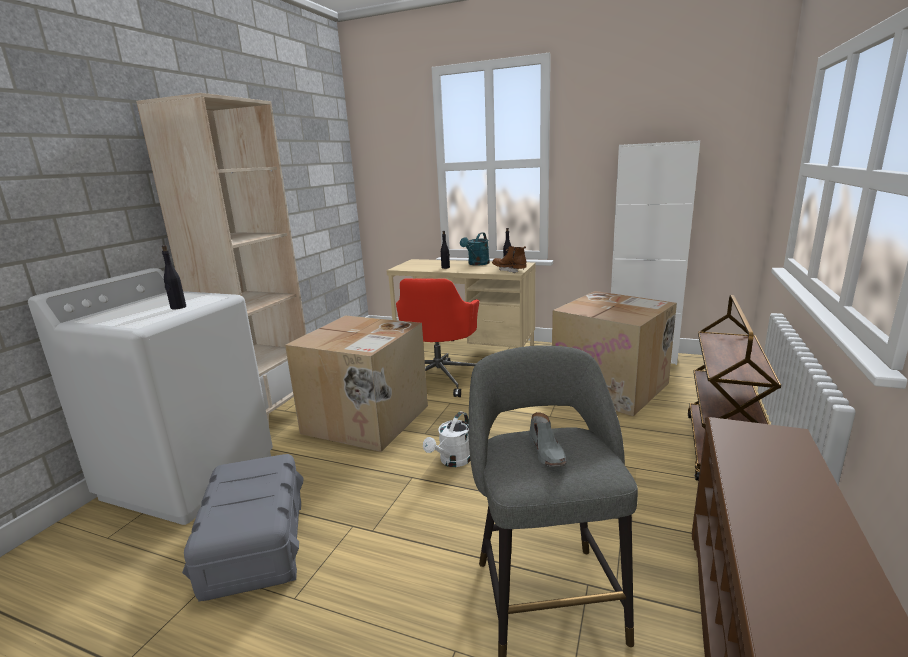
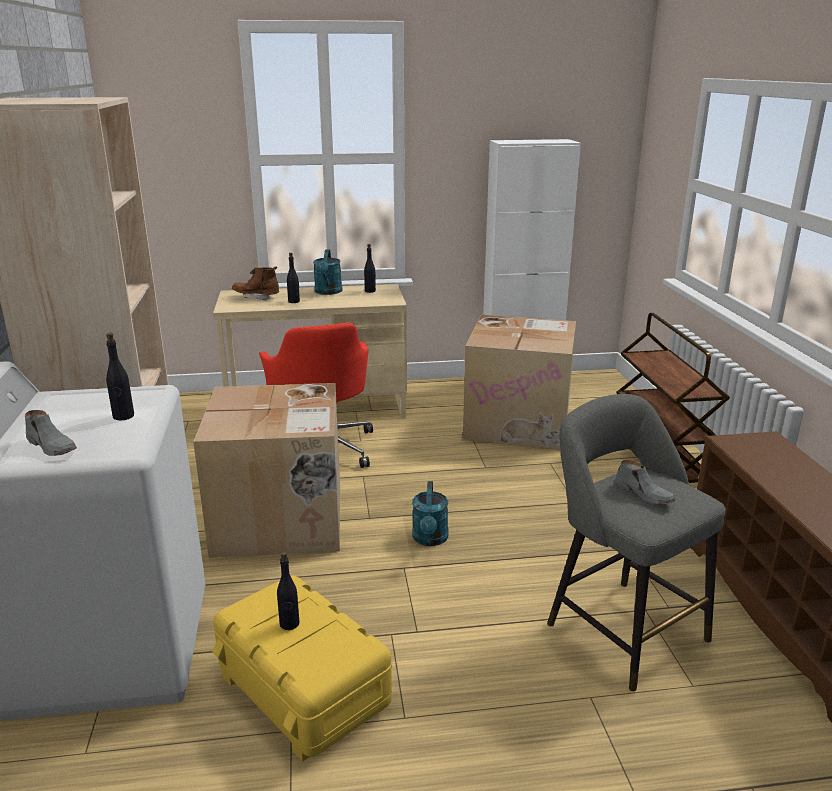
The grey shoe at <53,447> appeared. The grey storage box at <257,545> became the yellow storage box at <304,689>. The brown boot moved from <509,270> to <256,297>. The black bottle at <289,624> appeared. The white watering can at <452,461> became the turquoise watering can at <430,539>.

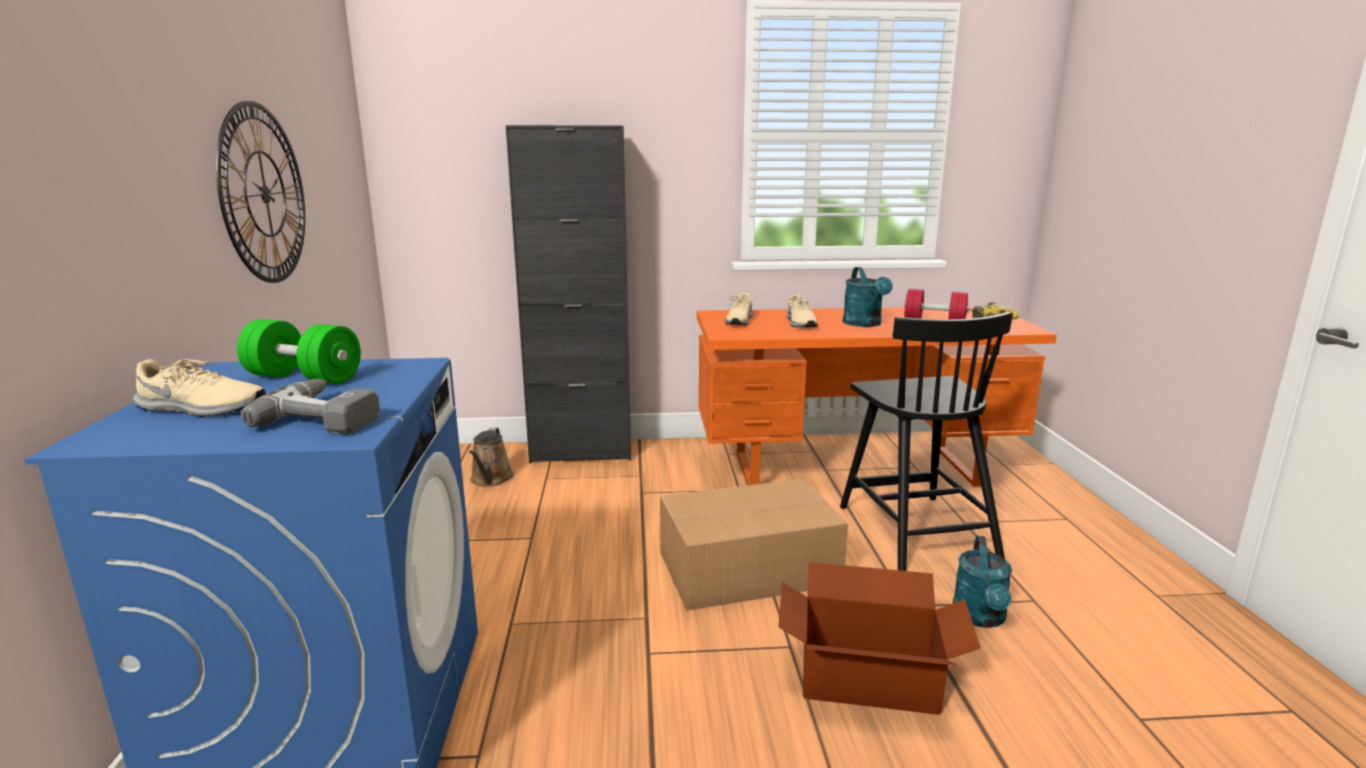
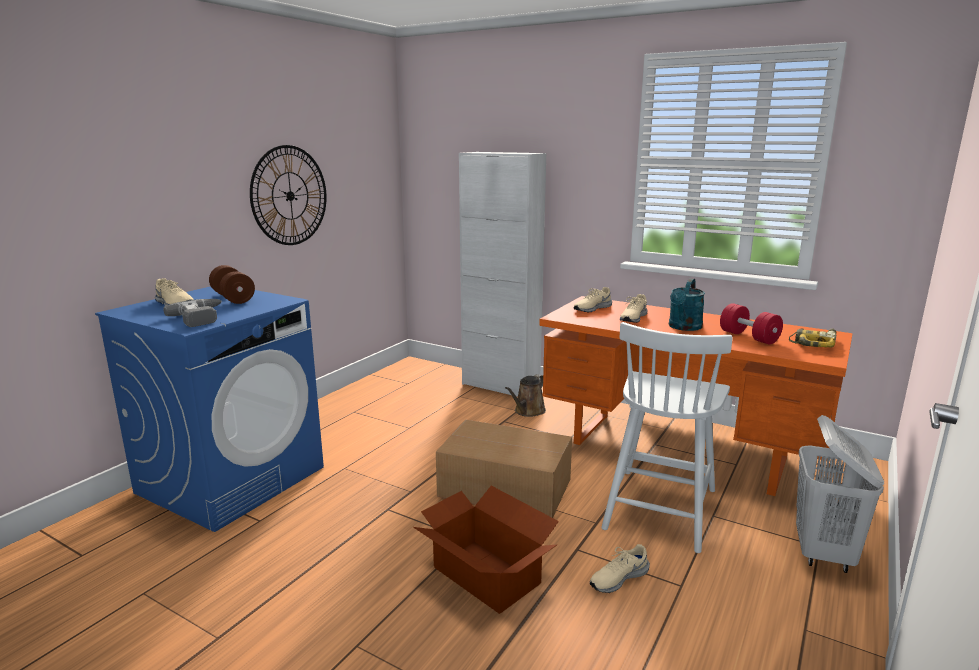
The green dumbbell at <304,378> became the brown dumbbell at <233,298>. The black cabinet at <581,452> became the white cabinet at <500,386>. The brown watering can moved from <490,479> to <528,411>. The turquoise watering can at <980,618> was replaced by the beige shoe at <618,578>. The black chair at <915,531> became the white chair at <660,507>. The white laundry basket at <823,553> appeared.

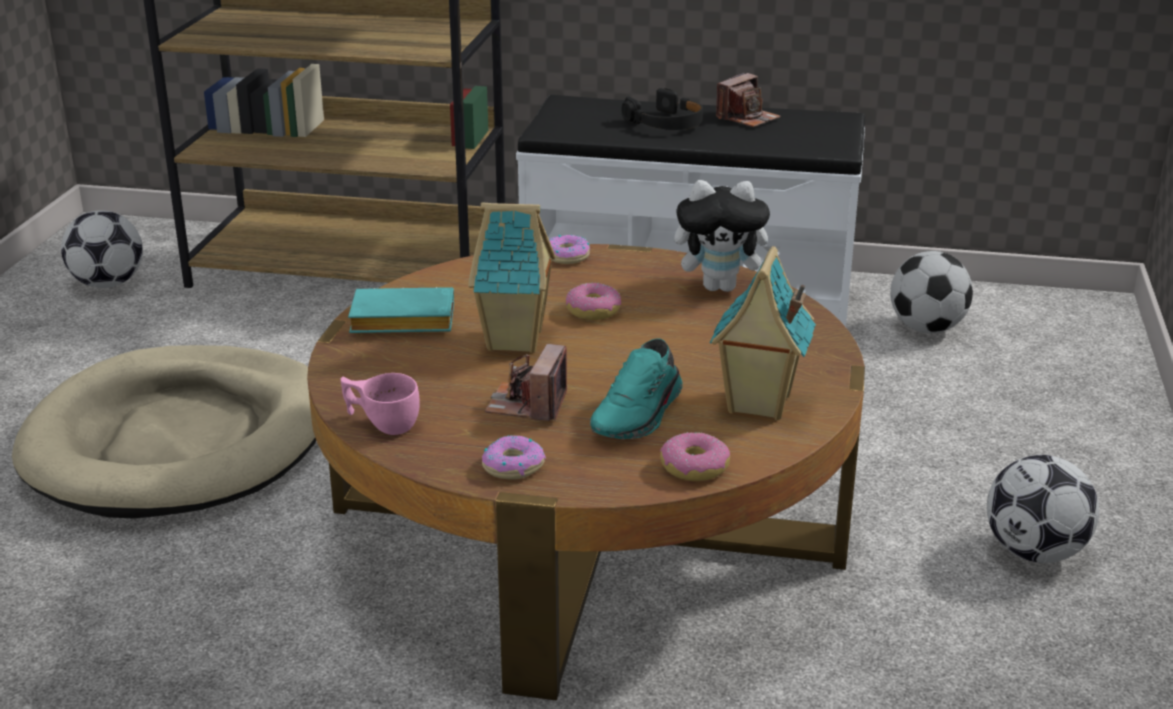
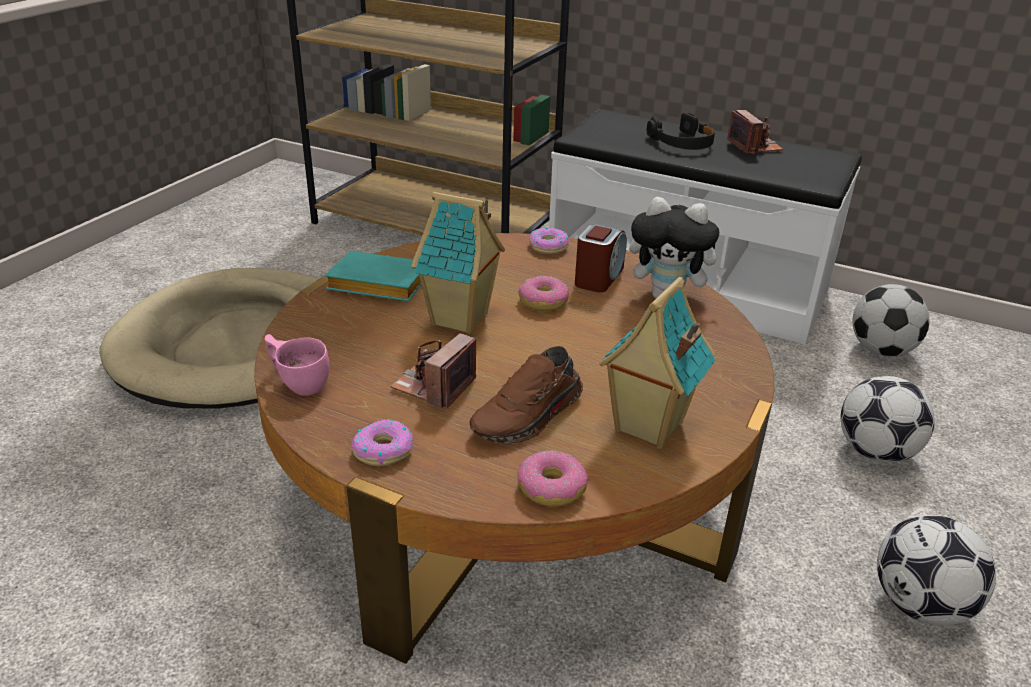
The turquoise shoe at <640,414> became the brown shoe at <529,416>. The alarm clock at <598,277> appeared. The photo camera at <747,118> turned 75 degrees counterclockwise. The football moved from <108,284> to <875,452>.

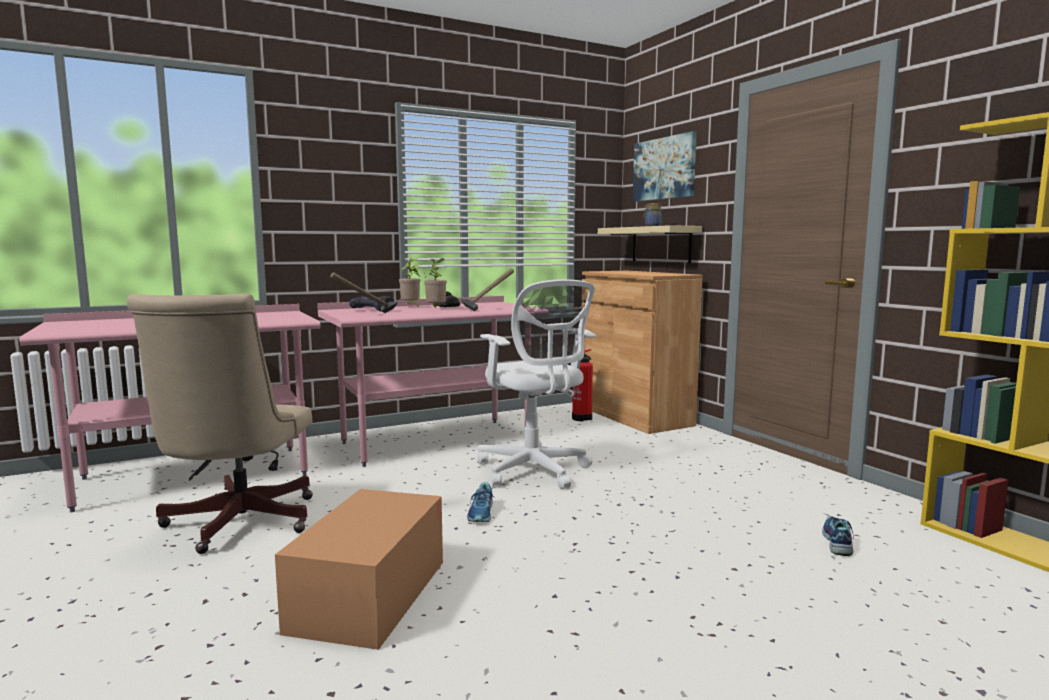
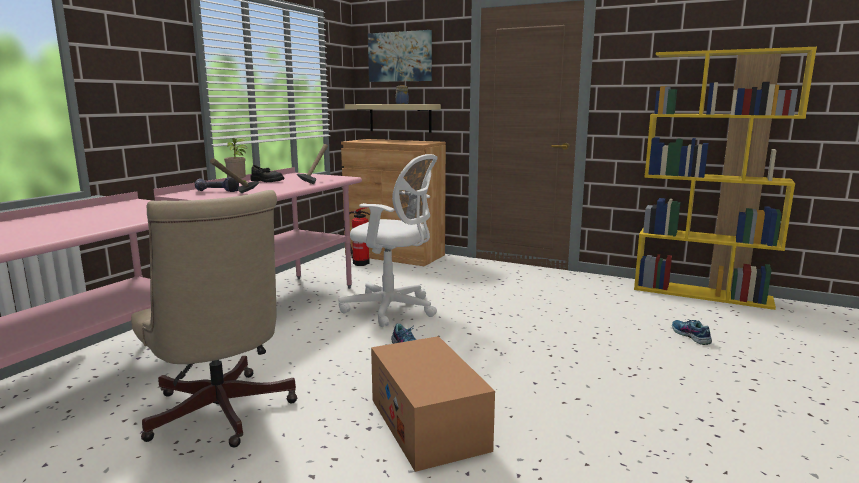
The shoe moved from <836,542> to <690,336>. The potted plant at <436,309> disappeared.

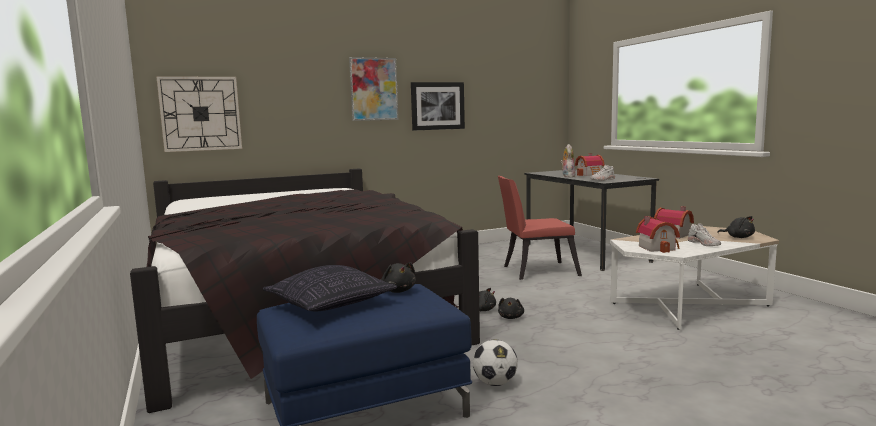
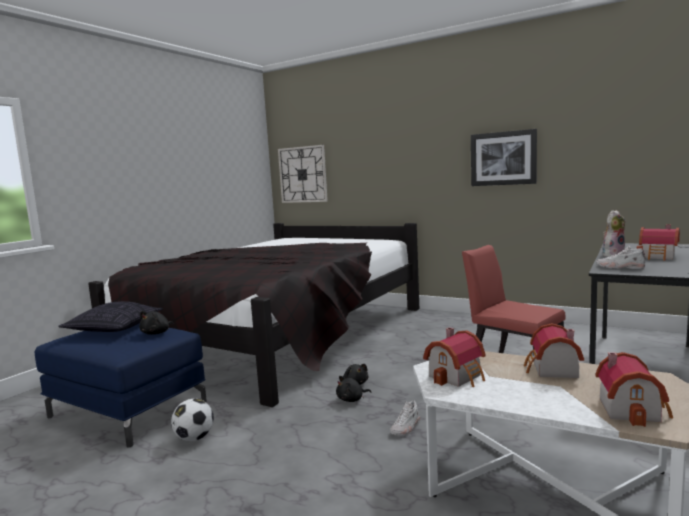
The white shoe moved from <704,243> to <406,428>. The black plush toy at <738,237> was replaced by the toy house at <632,409>. The picture at <373,89> disappeared.

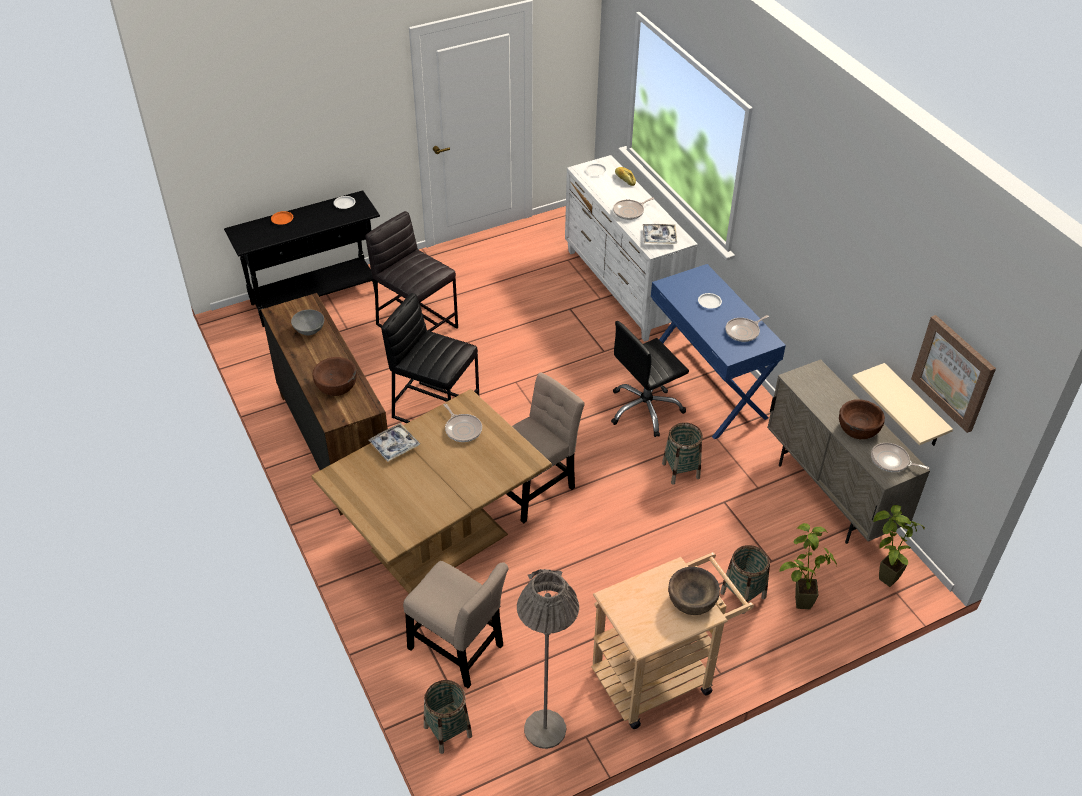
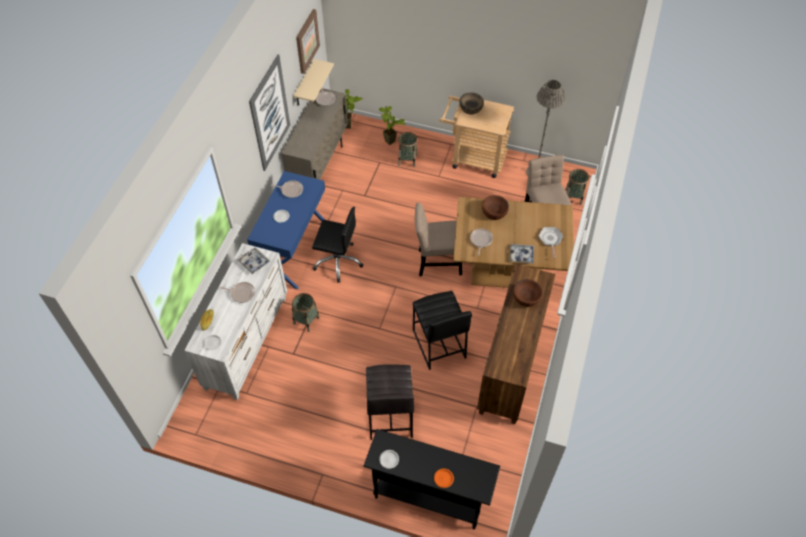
The picture at <270,113> appeared. The basket moved from <680,470> to <306,320>. The brown bowl moved from <858,428> to <494,212>. The frying pan at <550,240> appeared. The grey bowl at <309,330> disappeared.

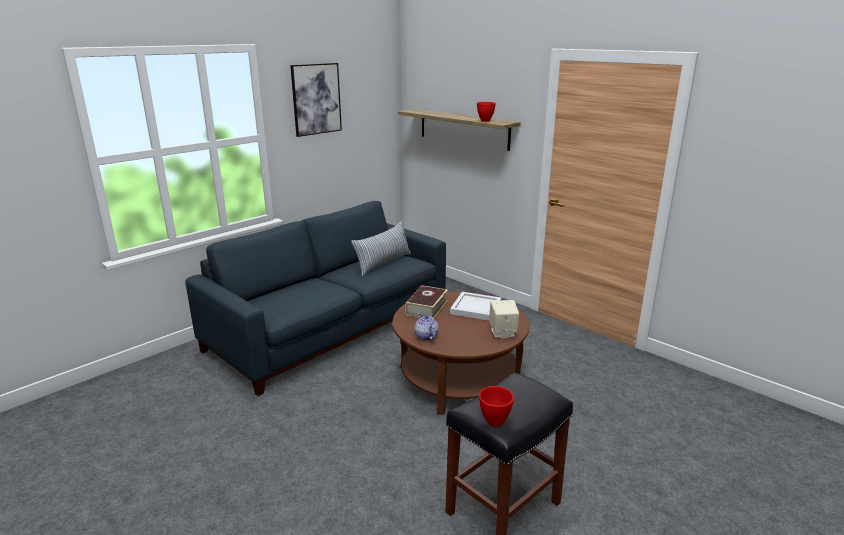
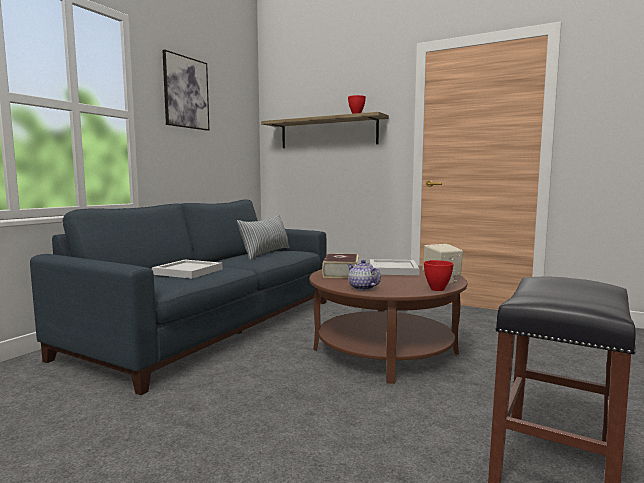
The white tray at <188,272> appeared. The red bowl moved from <495,422> to <438,289>.

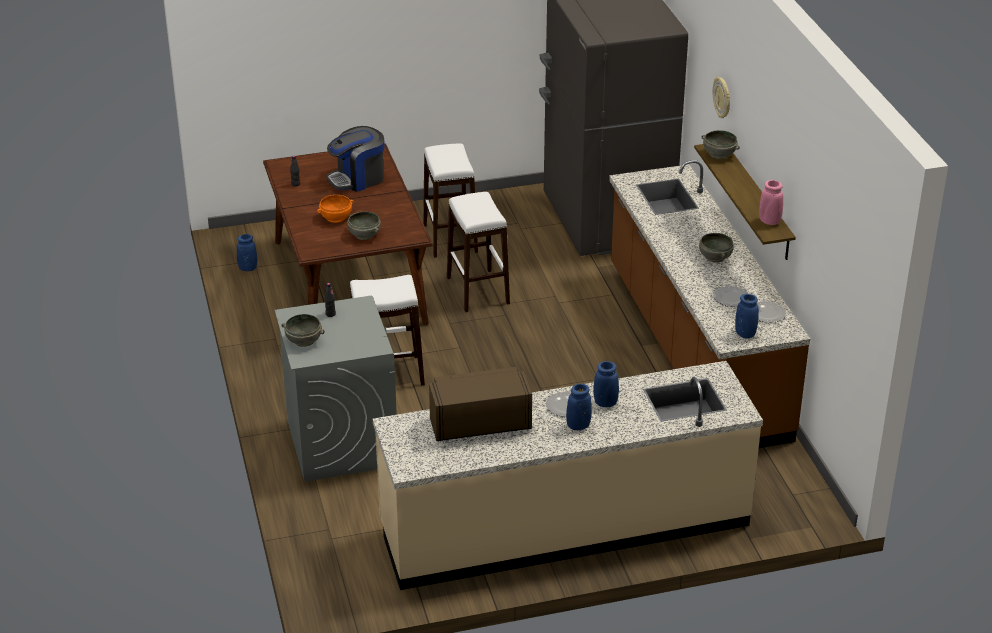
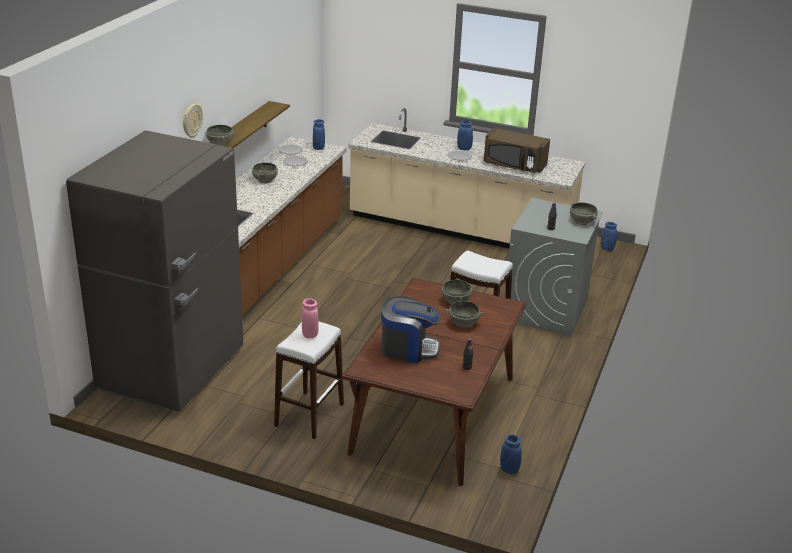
The pink vase moved from <769,221> to <310,334>. The orange bowl at <336,218> became the grey bowl at <463,323>. The blue vase moved from <605,403> to <607,248>. The white stool at <478,290> disappeared.

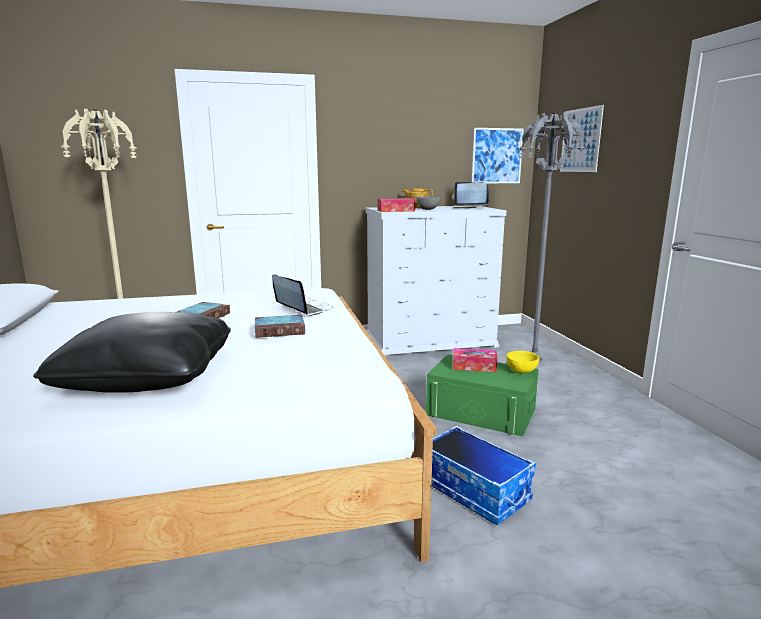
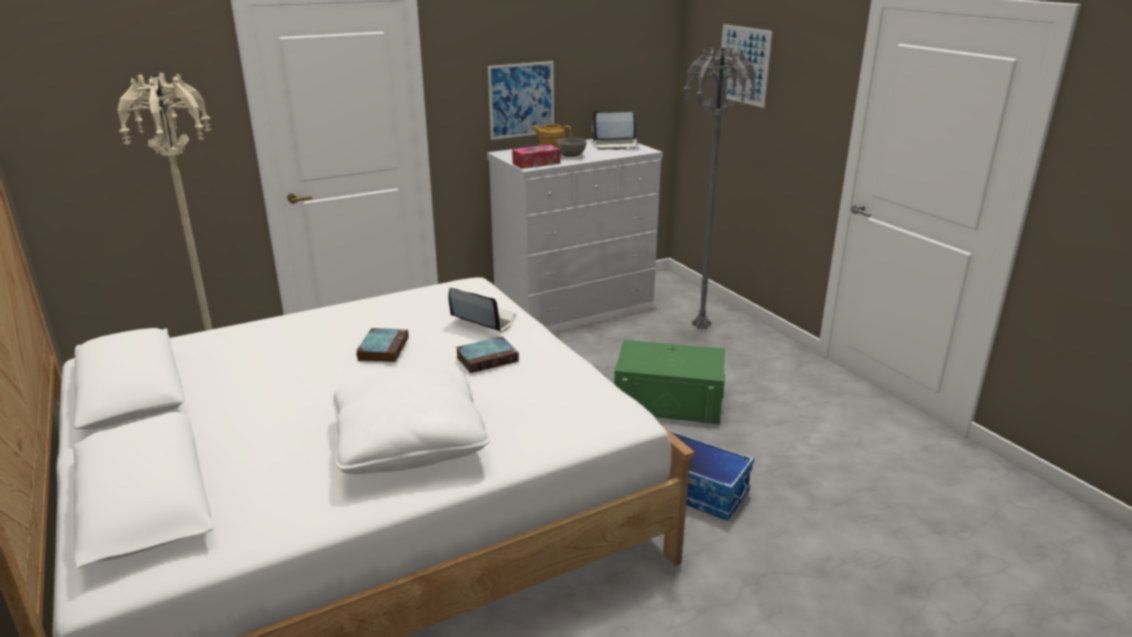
The black pillow at <149,377> became the white pillow at <410,443>. The picture moved from <497,156> to <521,100>. The tissue box at <474,366> disappeared. The yellow bowl at <521,371> disappeared.

